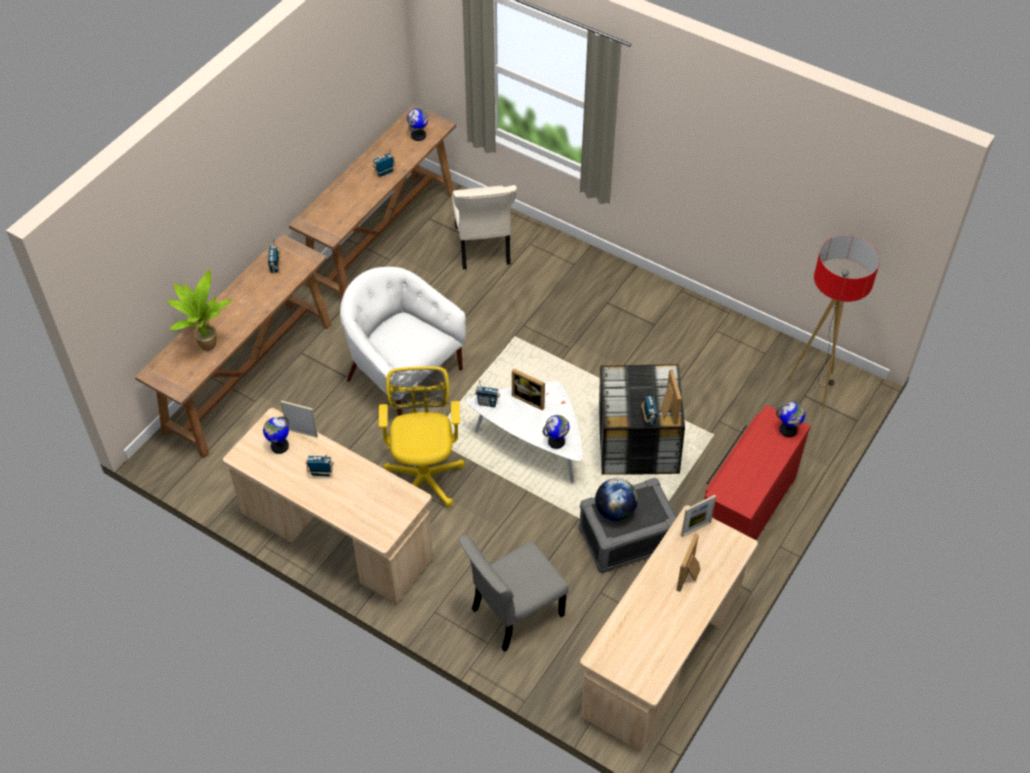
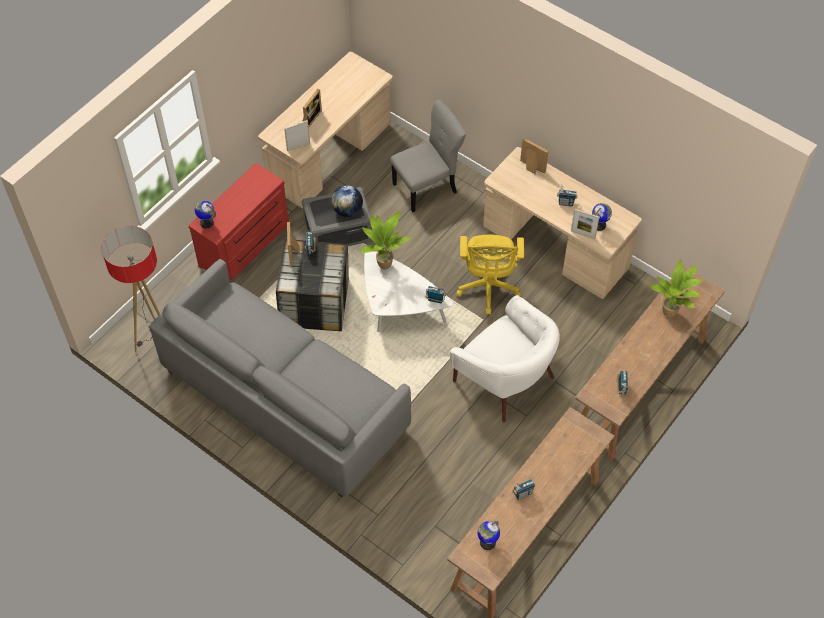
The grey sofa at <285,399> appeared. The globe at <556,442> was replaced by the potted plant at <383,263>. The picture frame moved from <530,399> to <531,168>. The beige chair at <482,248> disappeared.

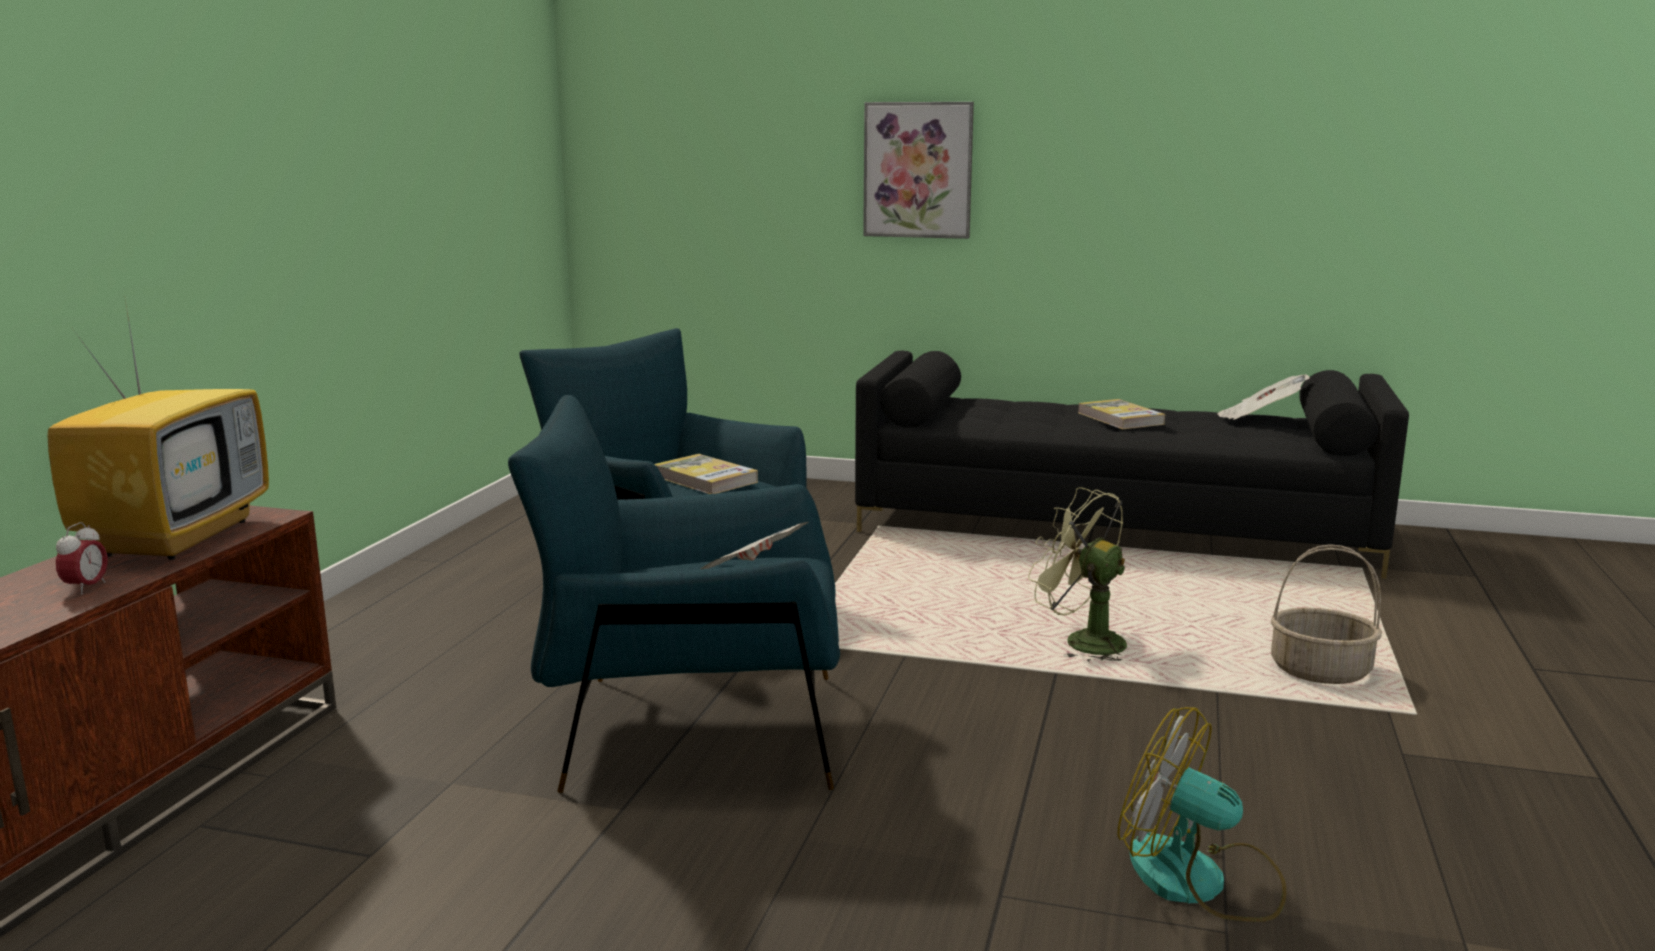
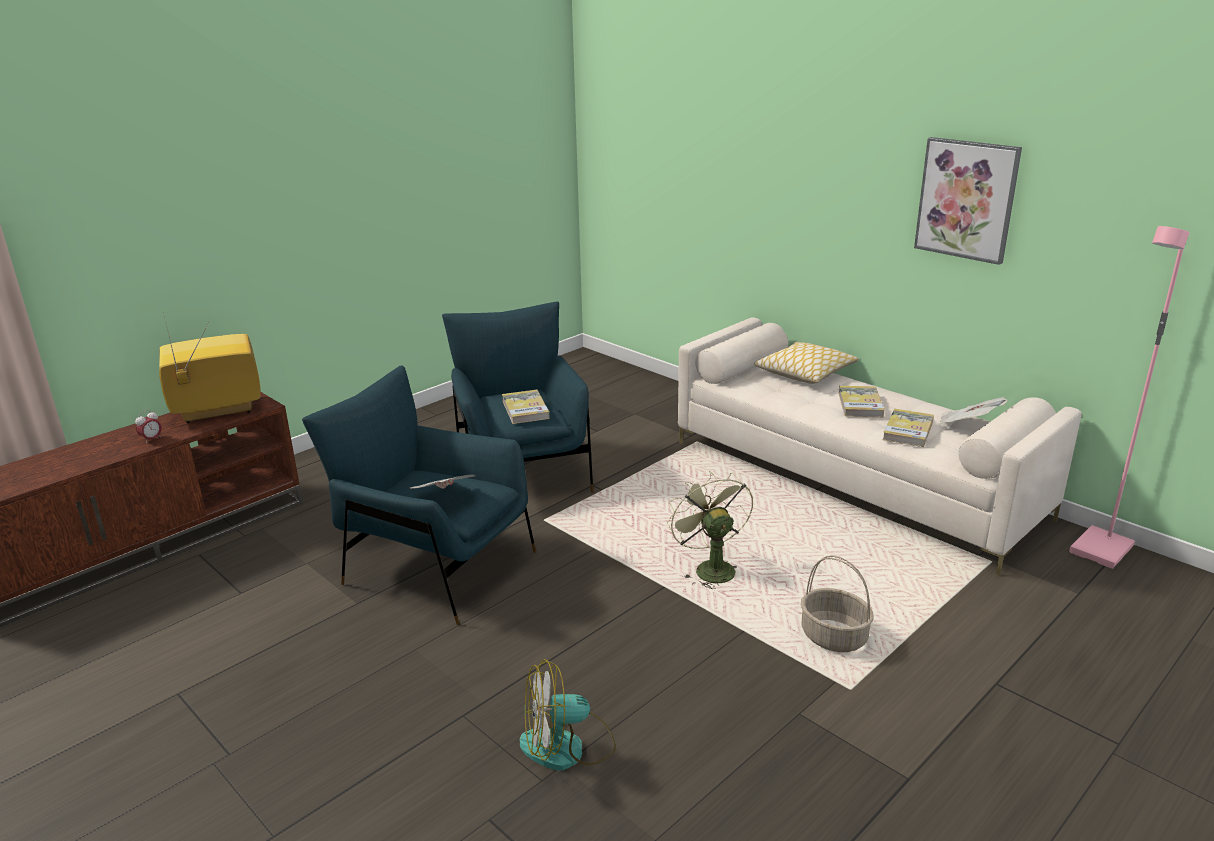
The television at <177,536> turned 150 degrees counterclockwise. The fan at <1199,880> turned 75 degrees counterclockwise. The black sofa at <1114,527> became the beige sofa at <854,478>. The pillow at <805,373> appeared. The book at <908,430> appeared. The picture moved from <918,170> to <966,199>. The pink floor lamp at <1102,551> appeared.

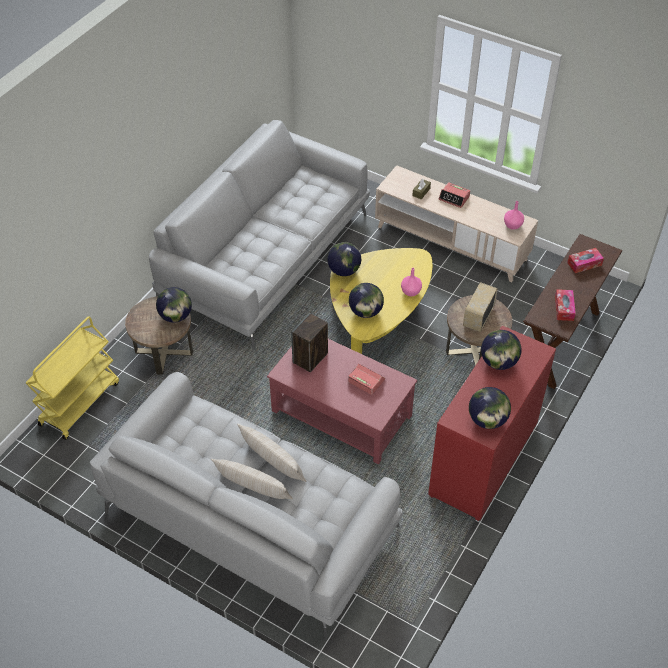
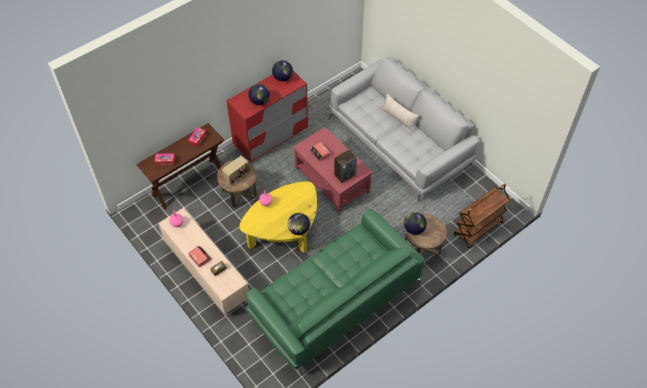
The grey sofa at <266,256> became the green sofa at <335,301>. The yellow cart at <79,403> became the brown cart at <478,229>. The beige pillow at <272,462> disappeared. The globe at <365,312> disappeared.

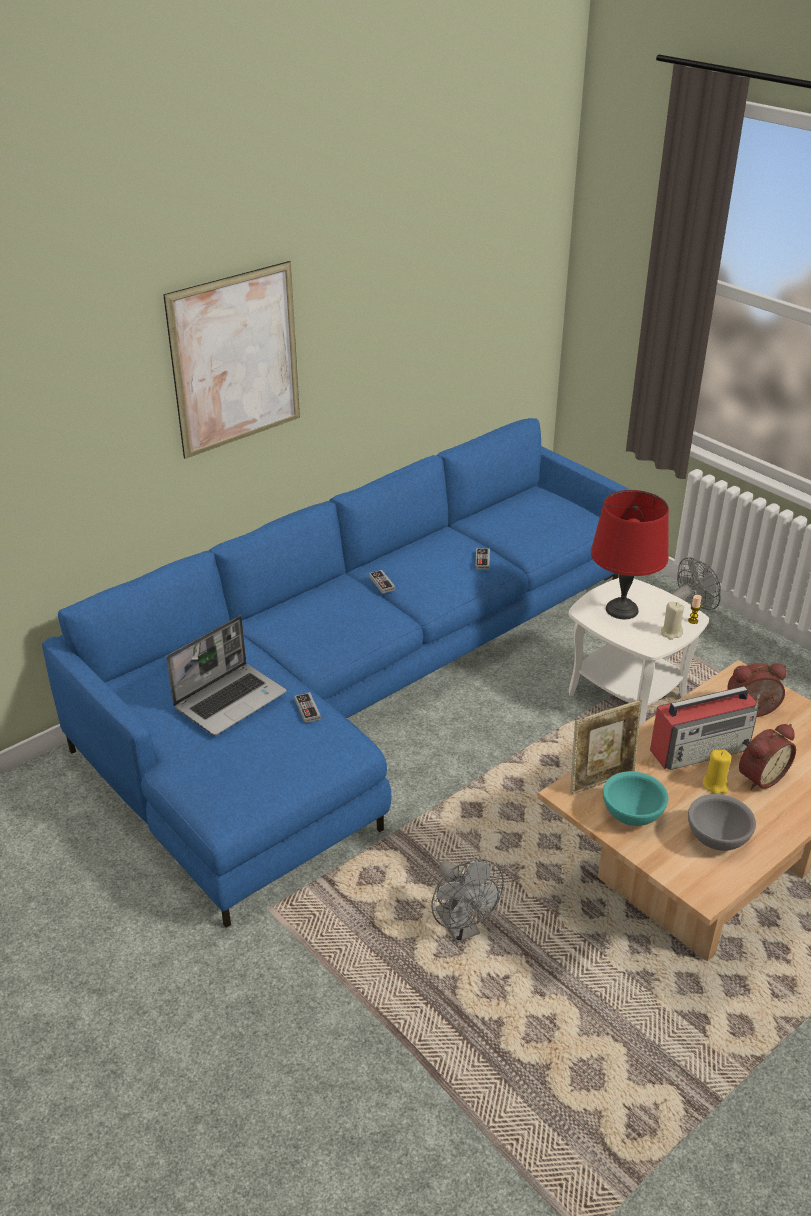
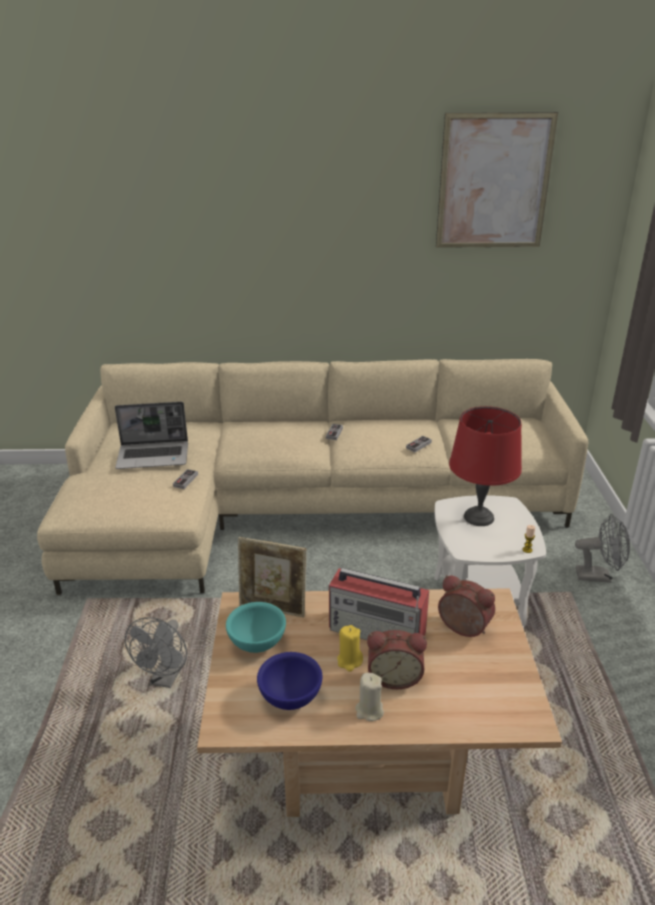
The blue sofa at <357,688> became the beige sofa at <300,507>. The grey bowl at <717,839> became the blue bowl at <291,697>. The beige candle moved from <671,633> to <369,711>. The picture moved from <236,360> to <494,182>.

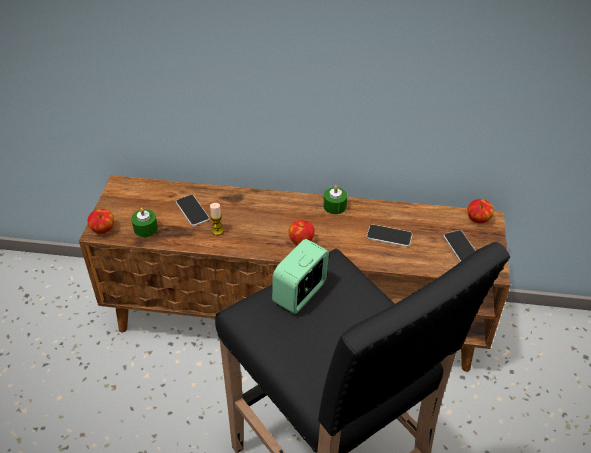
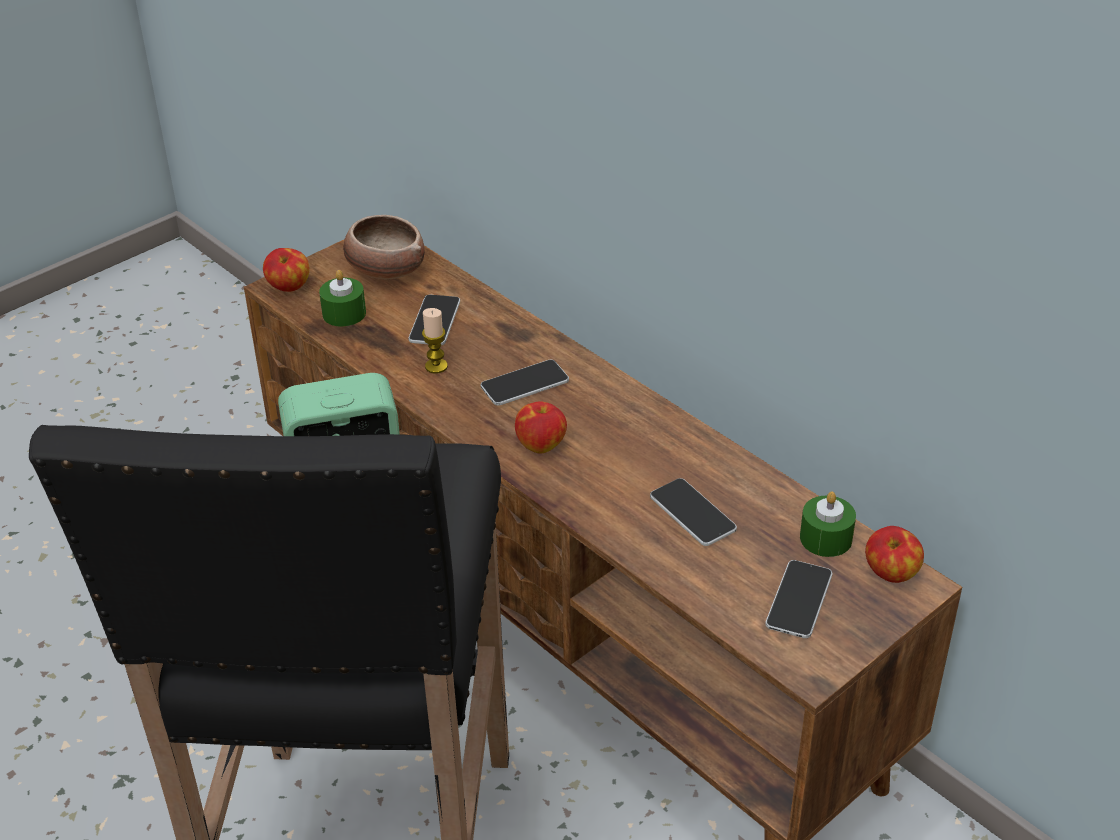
The bowl at <385,270> appeared. The phone at <525,384> appeared. The green candle moved from <335,206> to <825,538>.

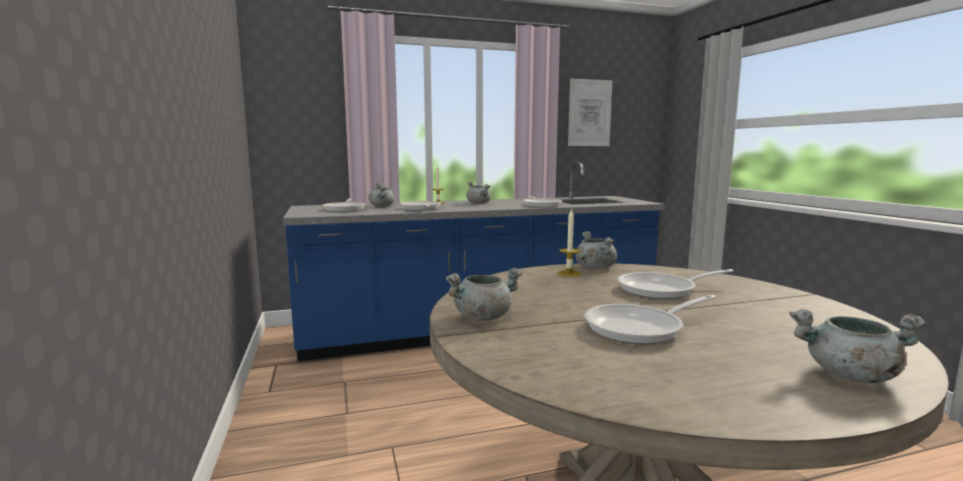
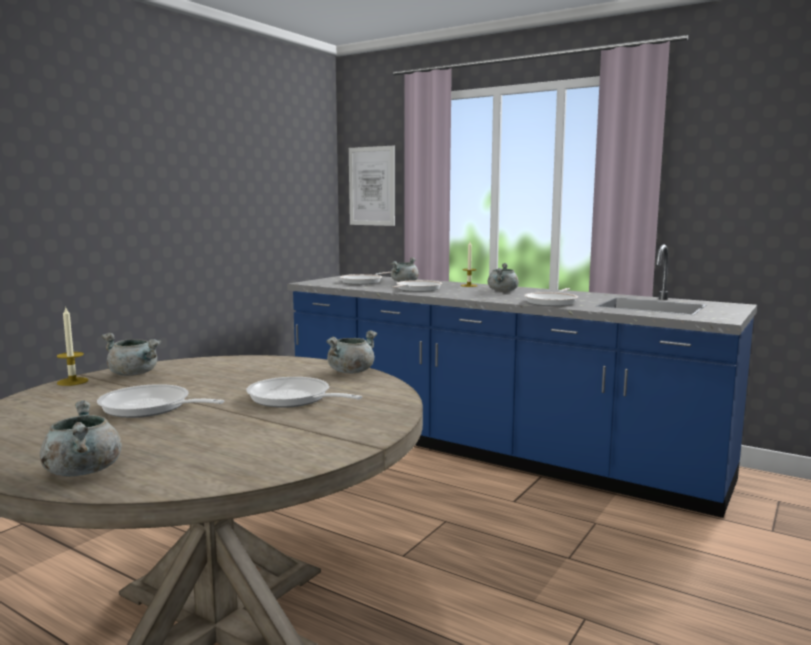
The candle moved from <569,273> to <72,381>. The picture moved from <589,113> to <372,186>.

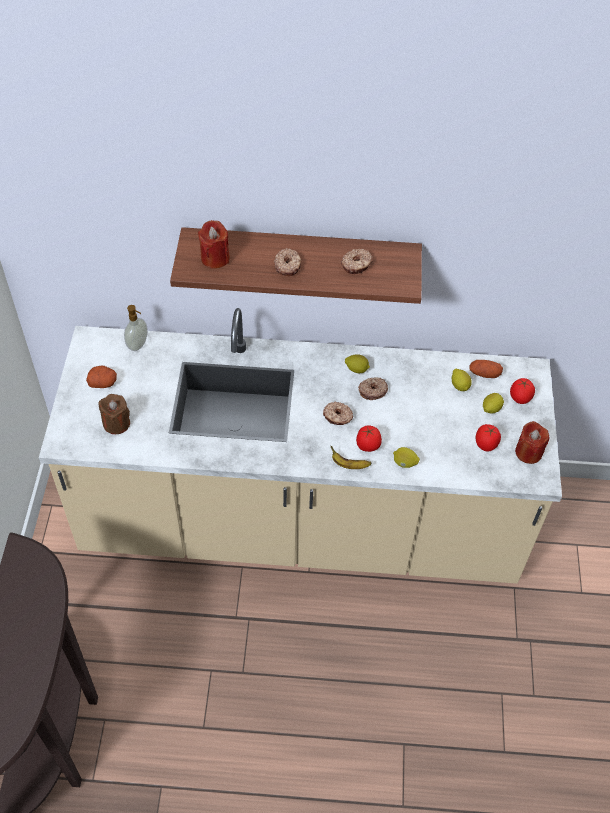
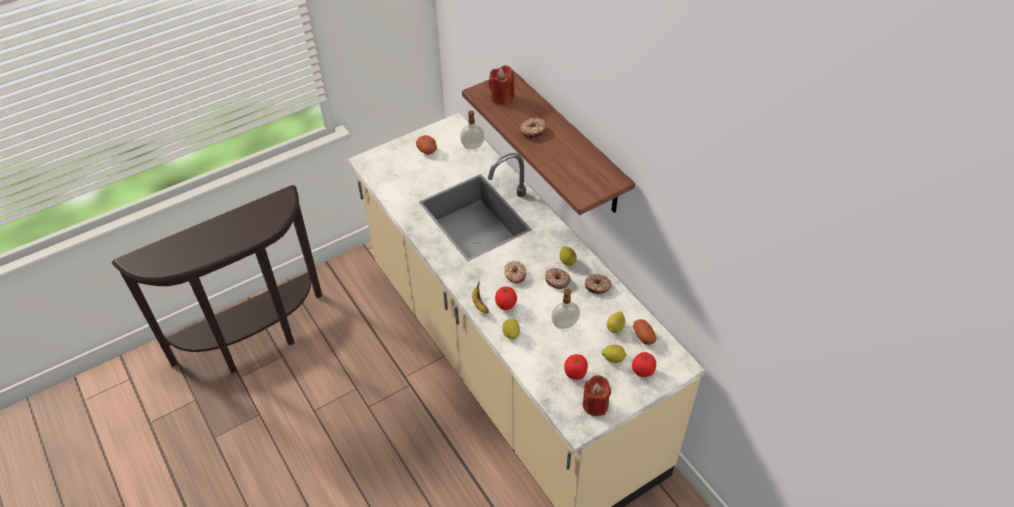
The soap dispenser at <565,325> appeared. The donut moved from <356,265> to <597,287>. The brown candle at <116,423> disappeared.

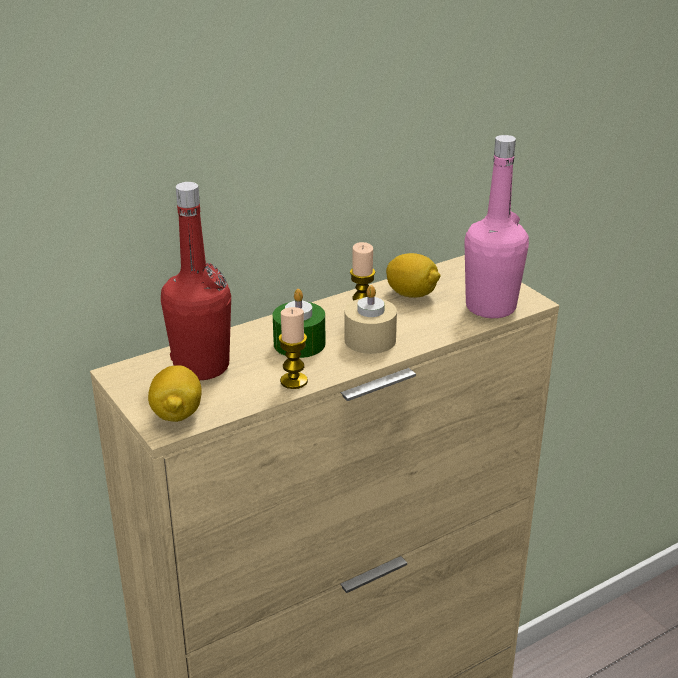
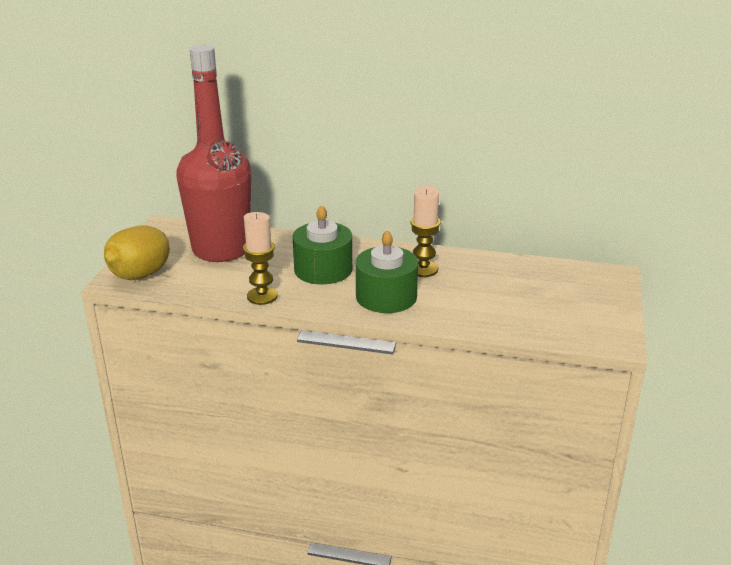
The beige candle at <370,340> became the green candle at <386,296>. The lemon at <412,294> disappeared. The pink bottle at <490,307> disappeared.

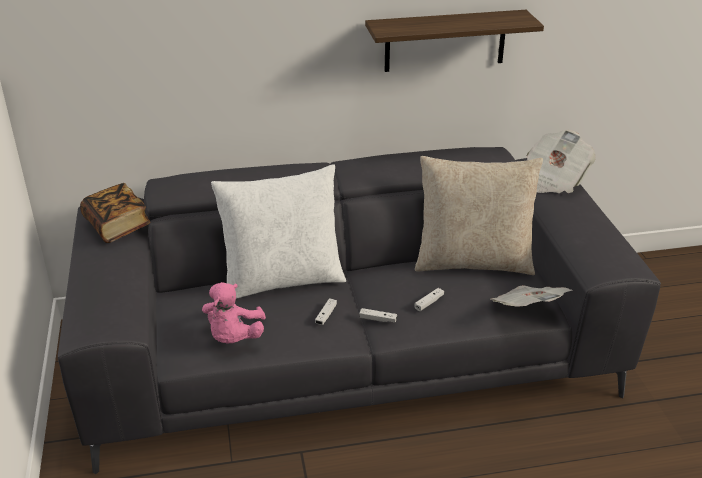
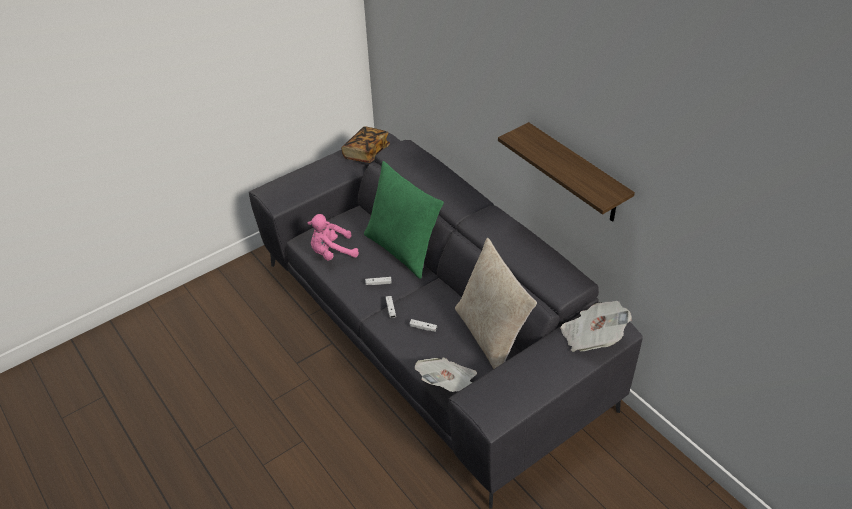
The white pillow at <282,279> became the green pillow at <403,249>.

